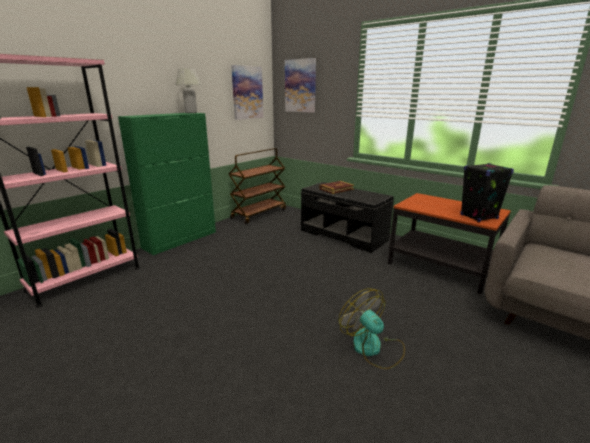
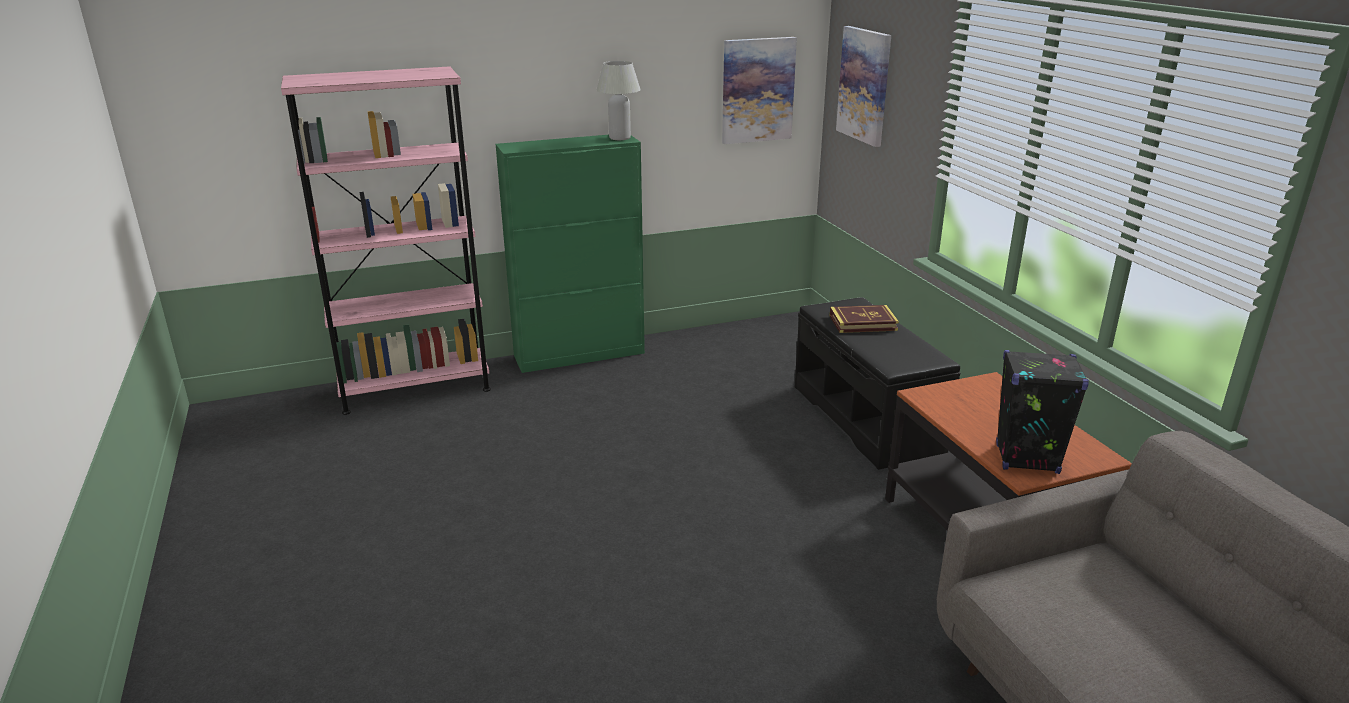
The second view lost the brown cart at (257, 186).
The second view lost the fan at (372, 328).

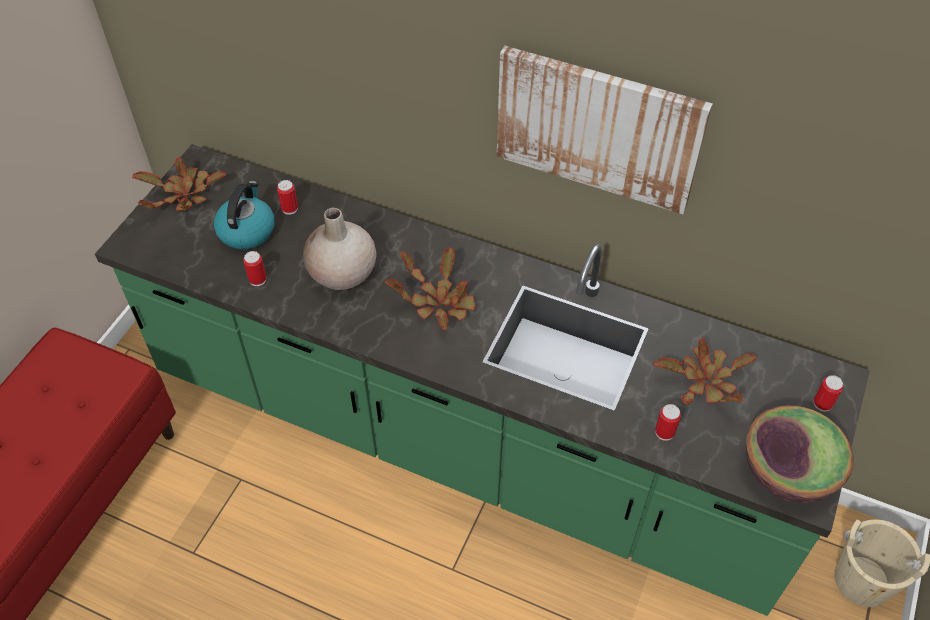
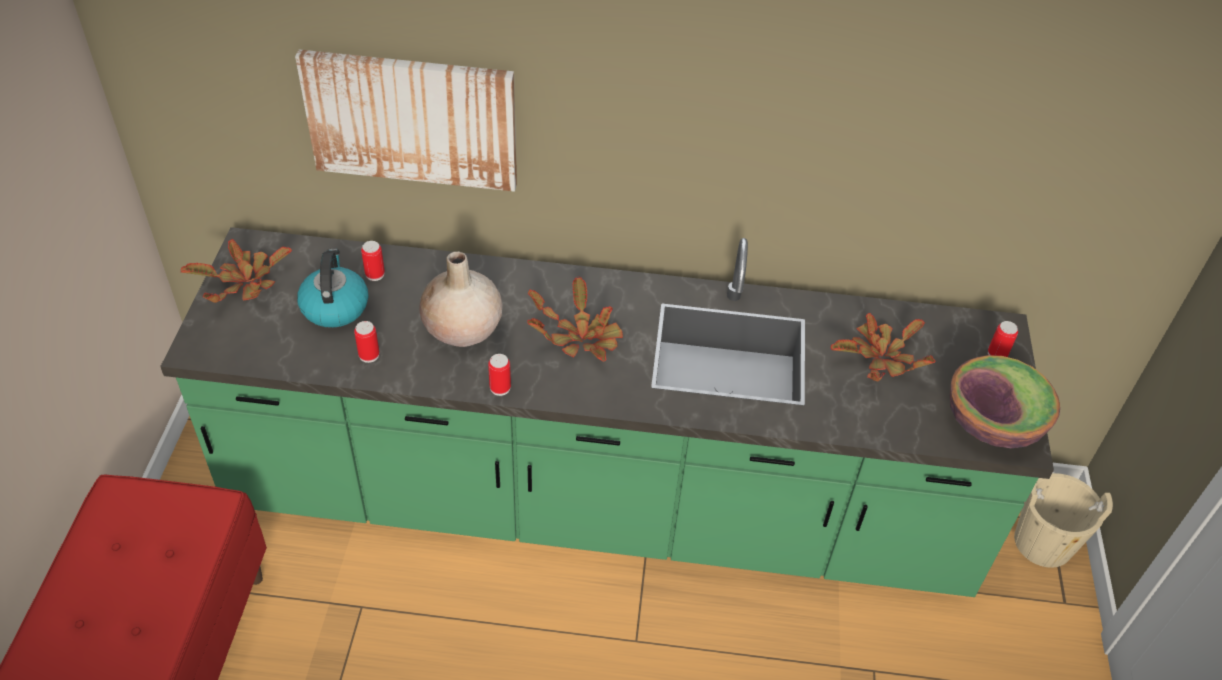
The picture ended up elsewhere, having gone from (605, 130) to (406, 121).
The can ended up elsewhere, having gone from (668, 422) to (499, 375).

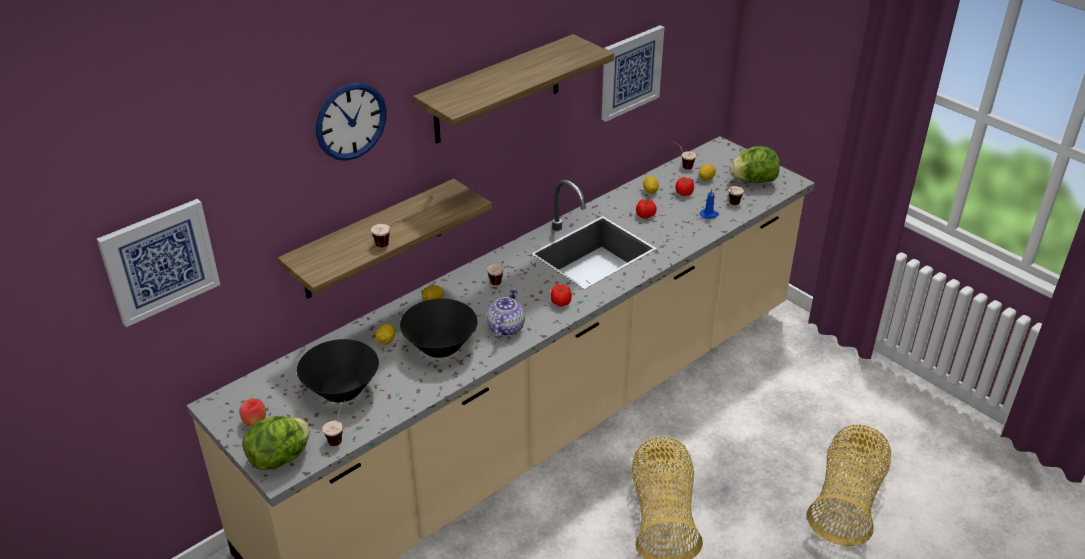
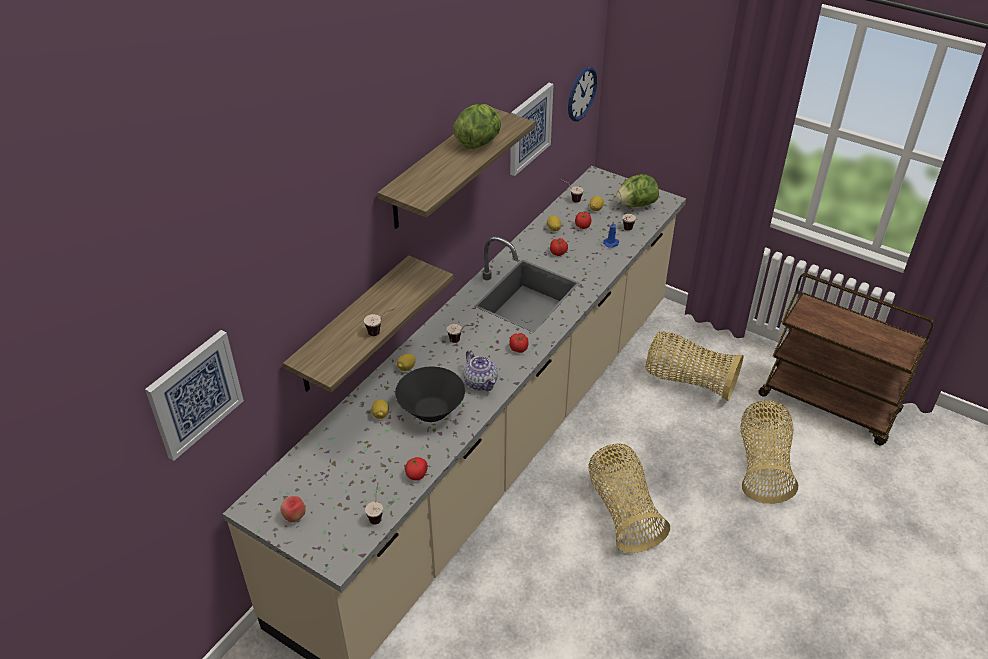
The wall clock ended up elsewhere, having gone from (351, 121) to (582, 94).
The teapot at (506, 313) ended up facing another way, 150 degrees clockwise from before.
The second view lost the black bowl at (338, 371).
The lettuce ended up elsewhere, having gone from (276, 442) to (477, 126).
The second view gained the brown cart at (846, 359).
The second view gained the basket at (694, 366).
The second view gained the tomato at (416, 469).

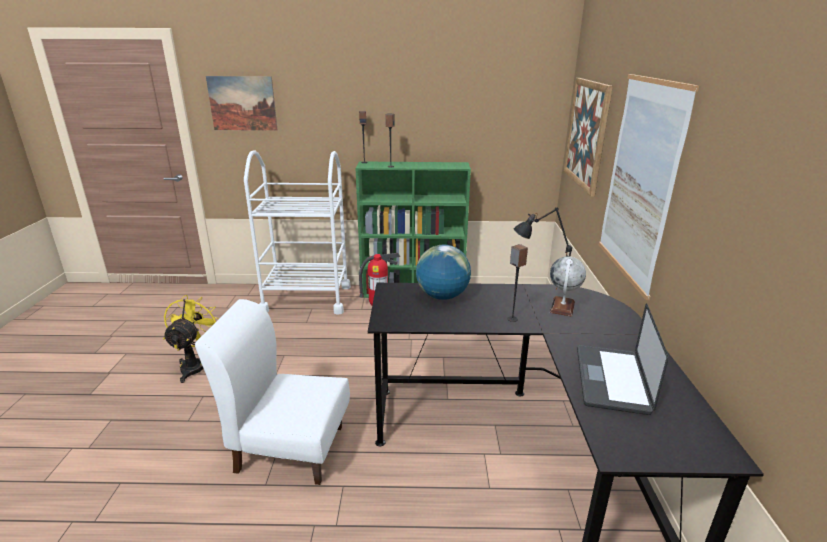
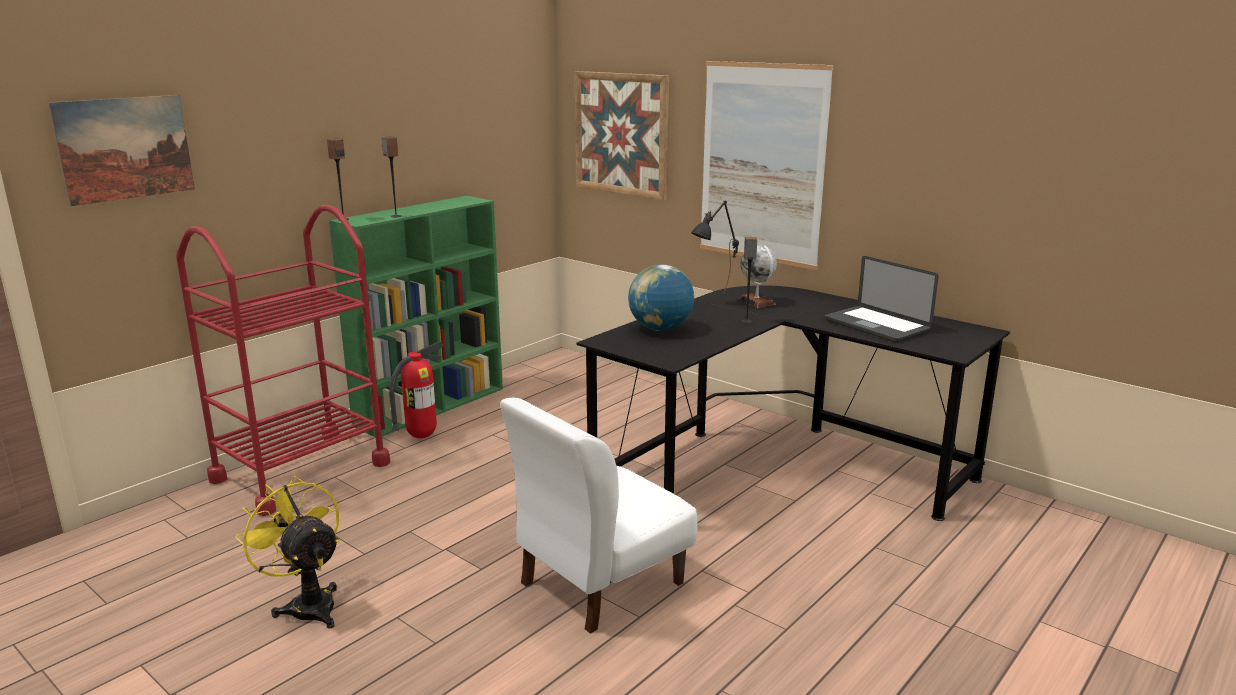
What was the white cart at (297, 232) turned into the red cart at (283, 360).

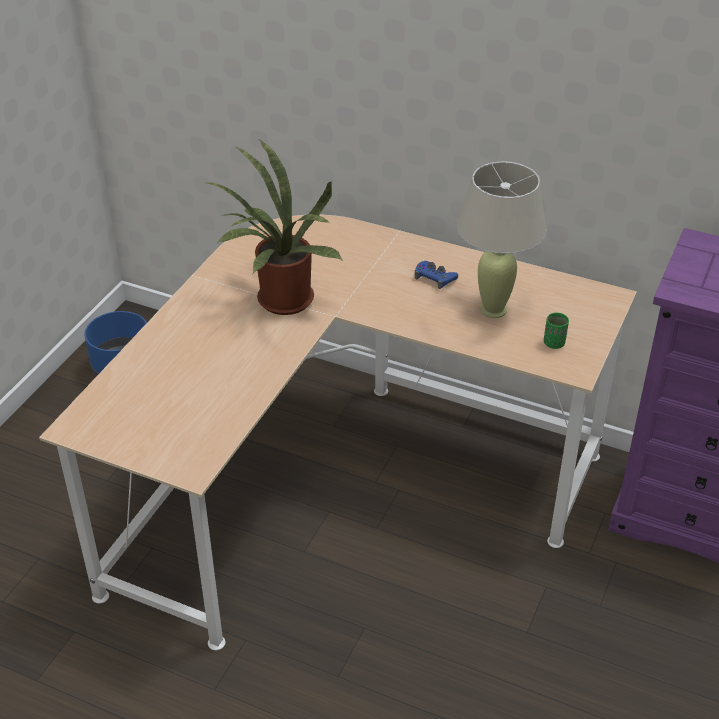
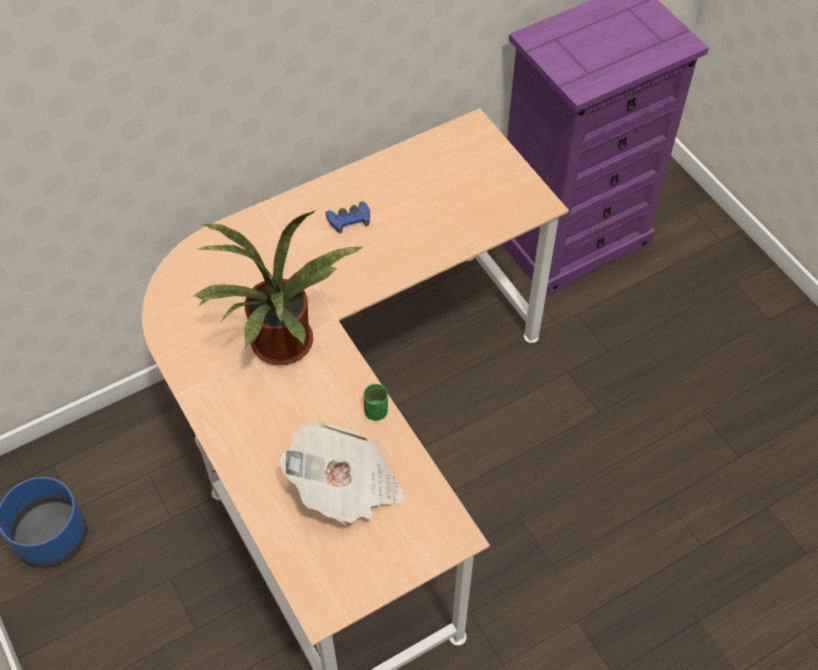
The second view lost the beige table lamp at (501, 239).
The green cup ended up elsewhere, having gone from (556, 331) to (375, 402).
The second view gained the newspaper at (341, 472).

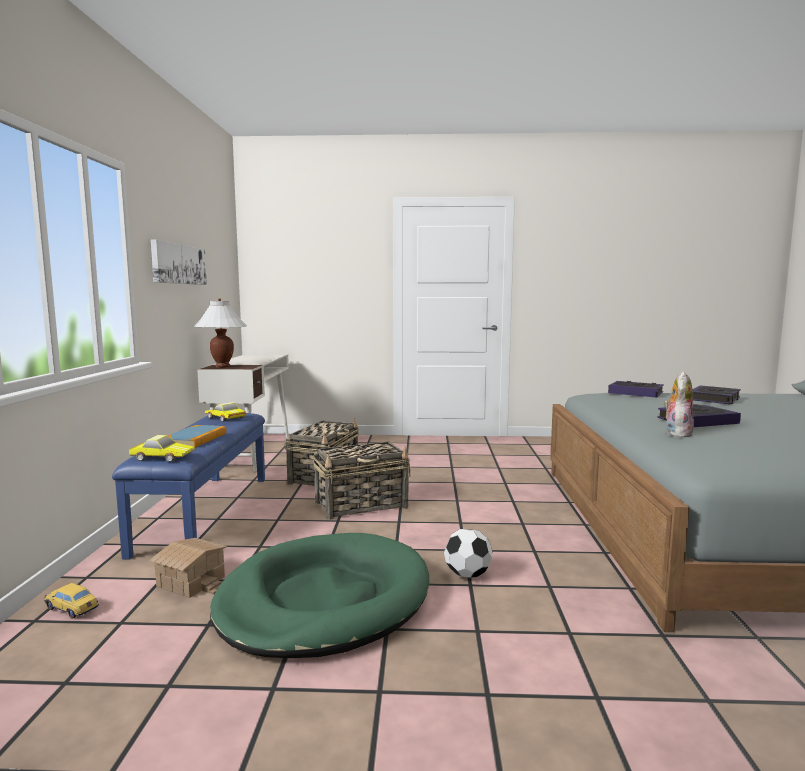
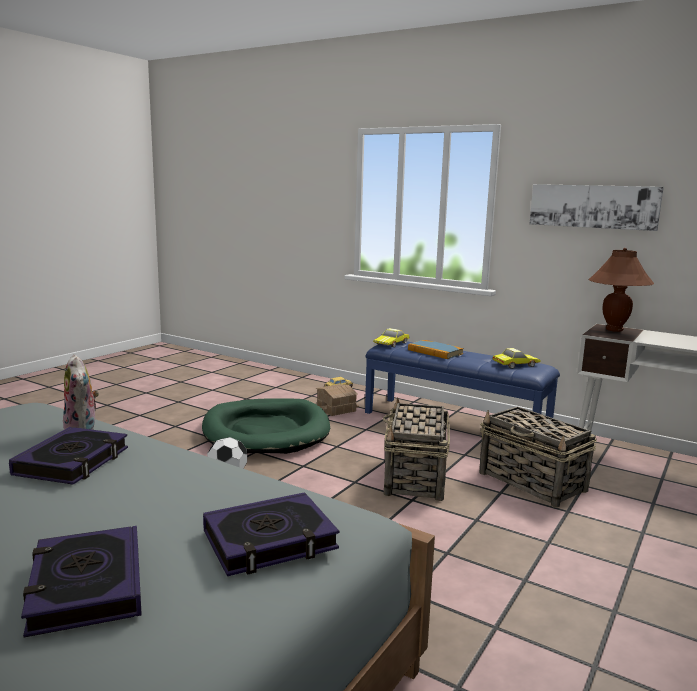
What was the white table lamp at (220, 333) turned into the brown table lamp at (621, 290).

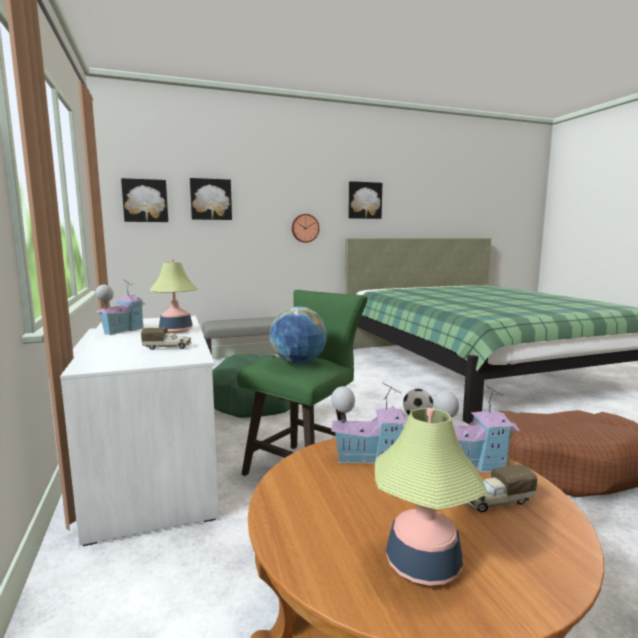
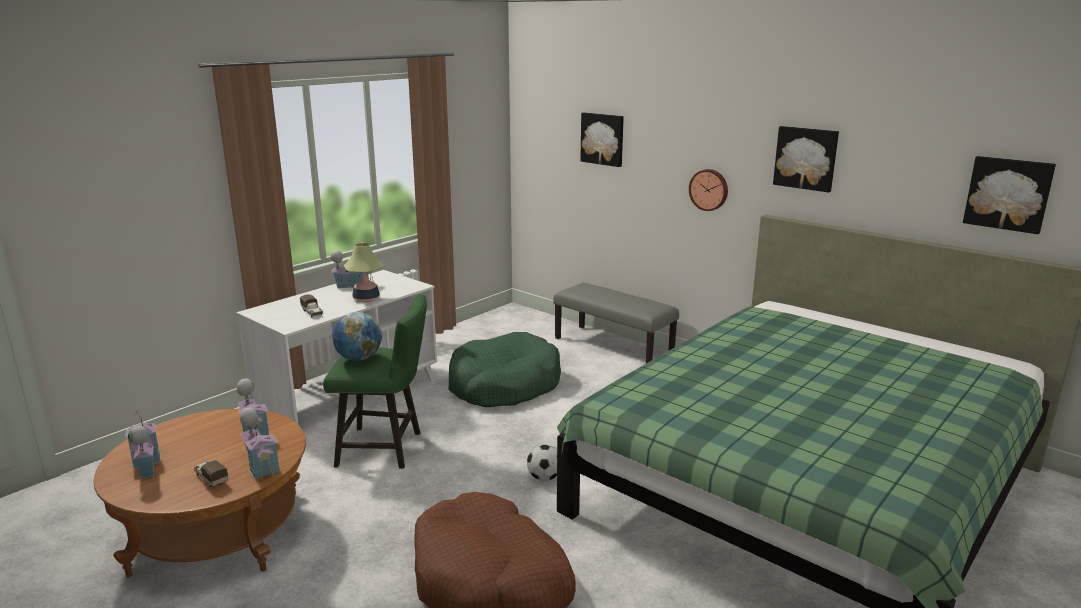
The picture ended up elsewhere, having gone from (144, 200) to (1009, 195).
Where the table lamp stood at (431, 497), the toy house came to stand at (143, 444).

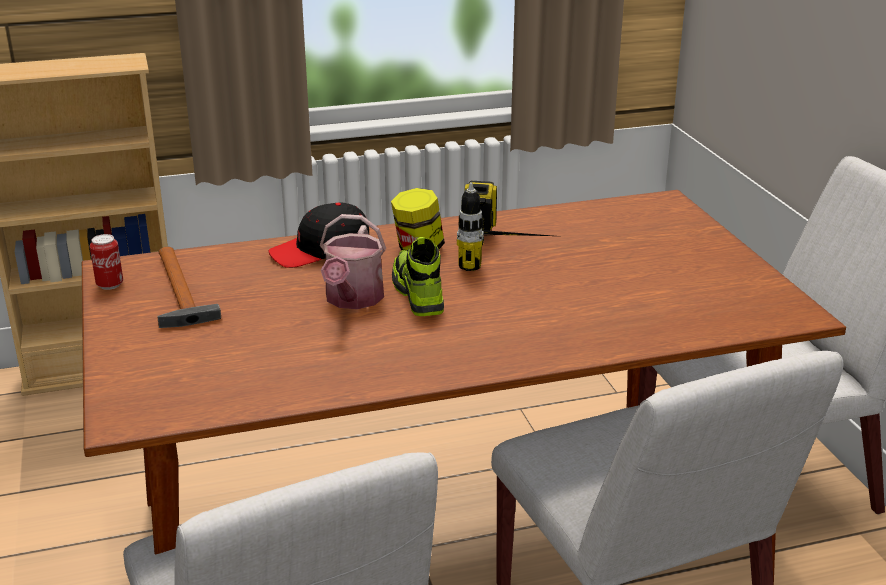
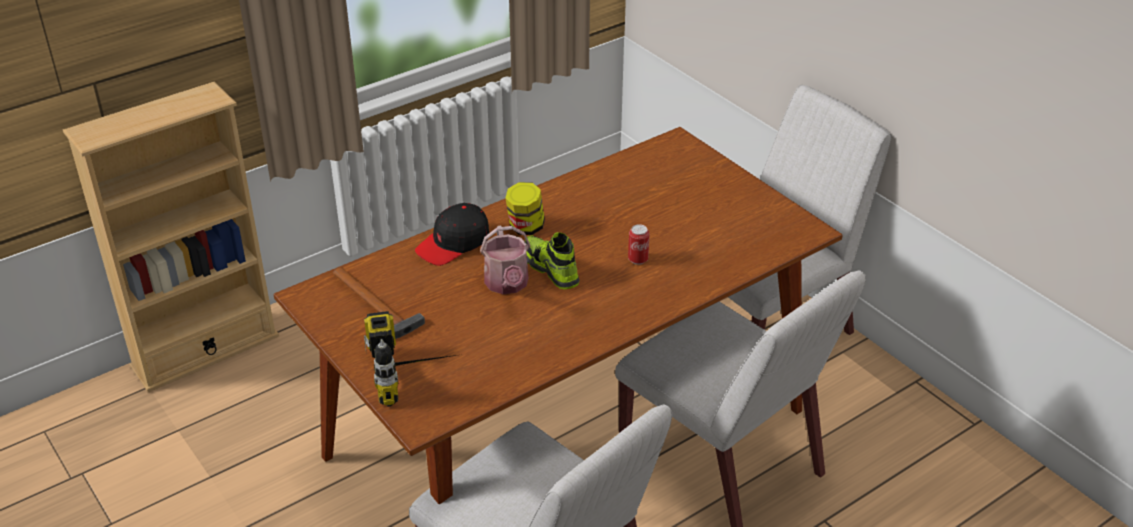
The power drill ended up elsewhere, having gone from (504, 226) to (410, 359).
The can ended up elsewhere, having gone from (106, 262) to (639, 244).

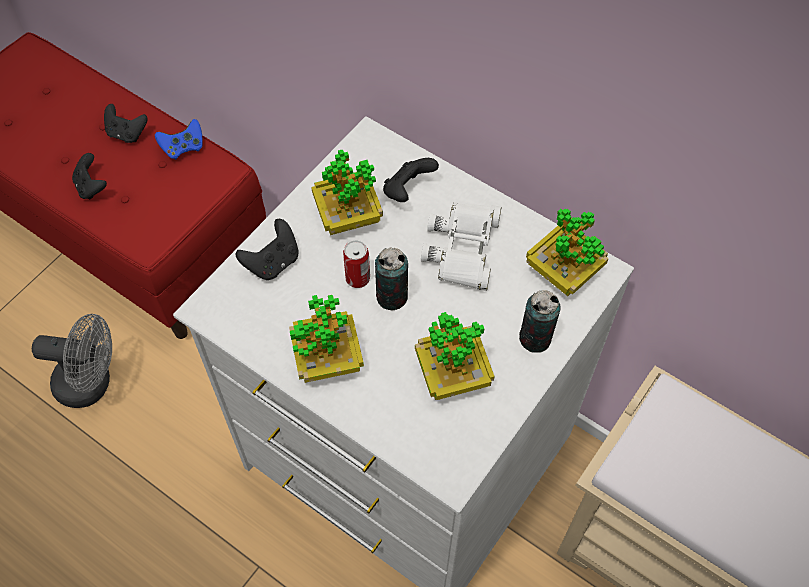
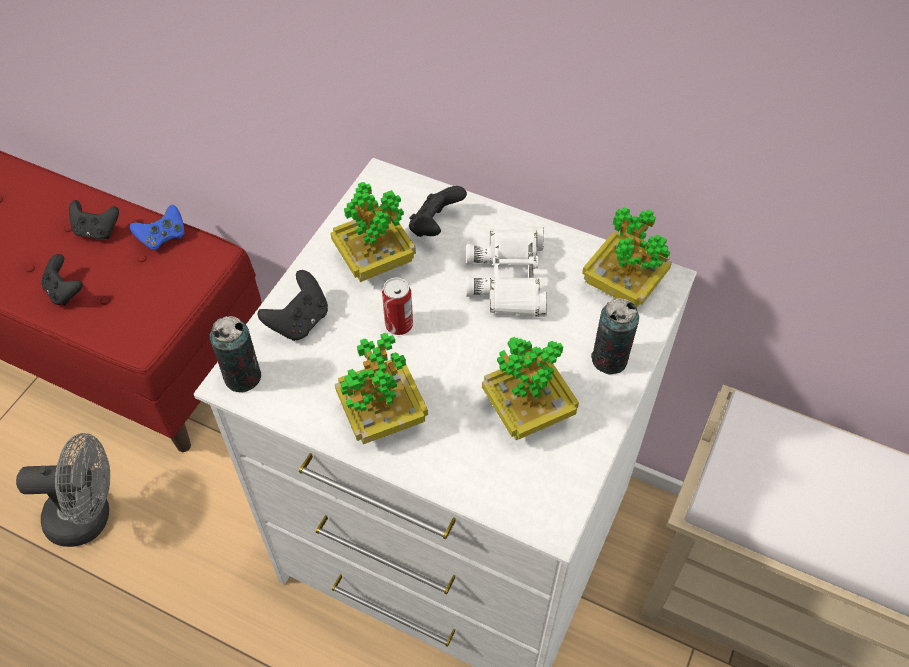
The can ended up elsewhere, having gone from (391, 279) to (235, 354).

